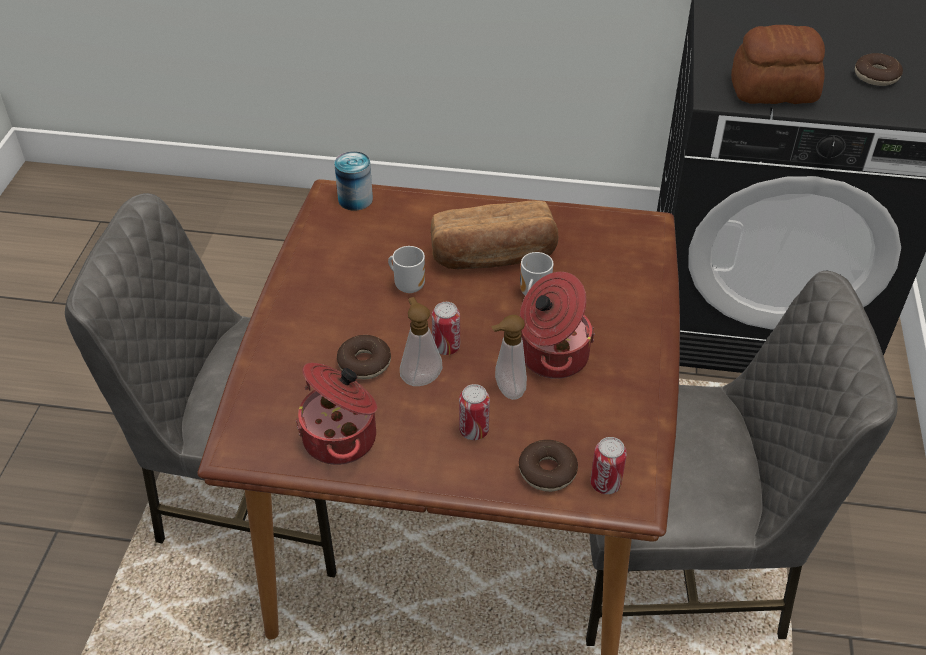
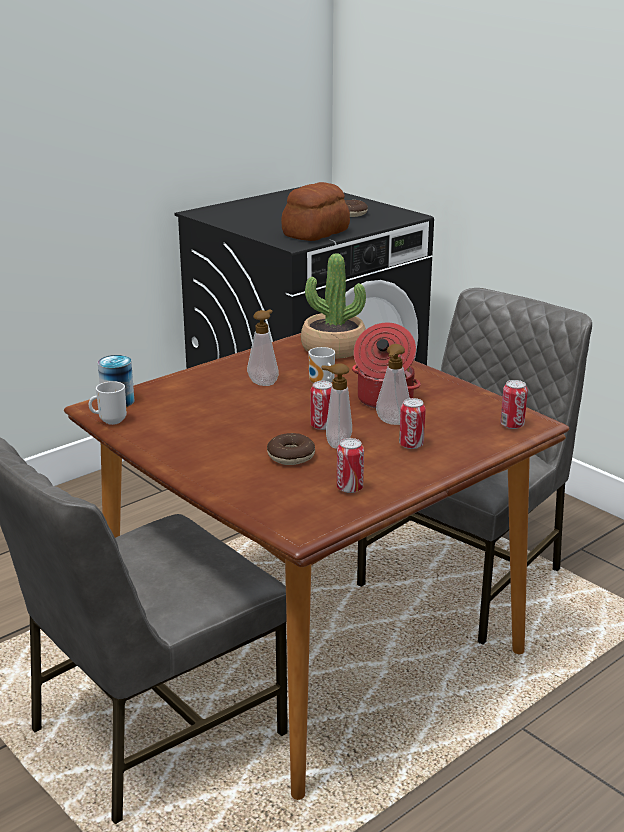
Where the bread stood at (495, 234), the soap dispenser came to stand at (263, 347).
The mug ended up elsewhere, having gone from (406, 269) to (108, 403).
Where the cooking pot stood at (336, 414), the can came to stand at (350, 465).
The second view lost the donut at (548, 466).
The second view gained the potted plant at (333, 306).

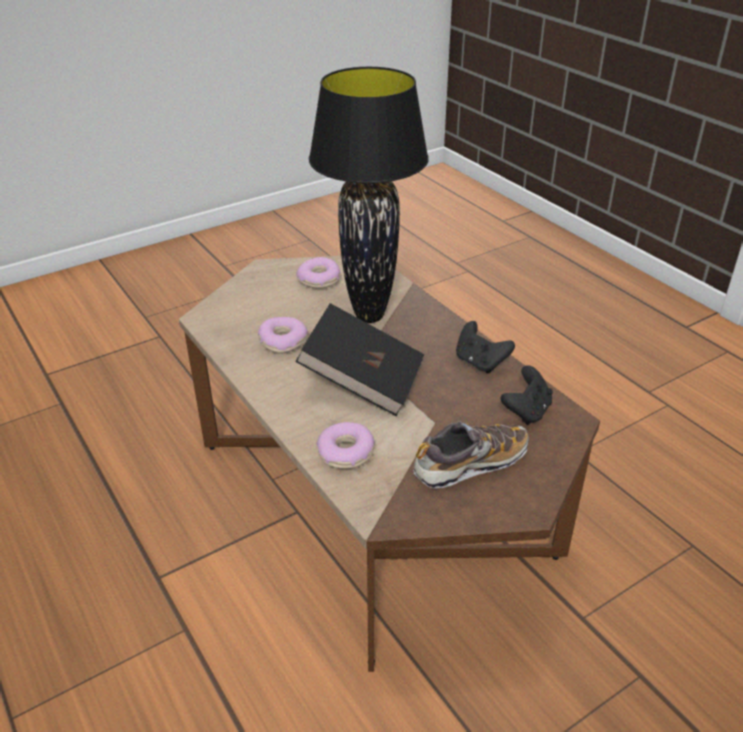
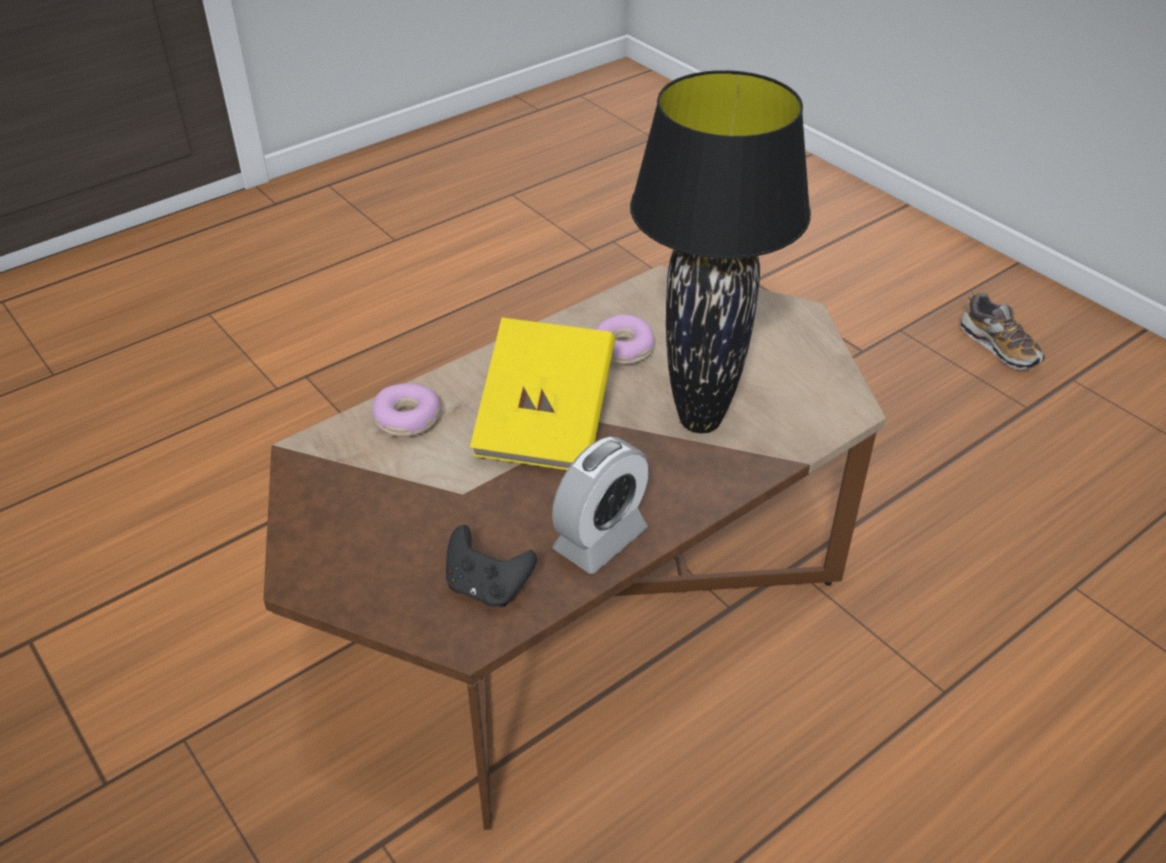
The second view lost the donut at (318, 273).
What was the black book at (359, 359) turned into the yellow book at (542, 394).
Where the black game controller stood at (485, 347), the alarm clock came to stand at (600, 505).
The shoe ended up elsewhere, having gone from (471, 454) to (1003, 331).

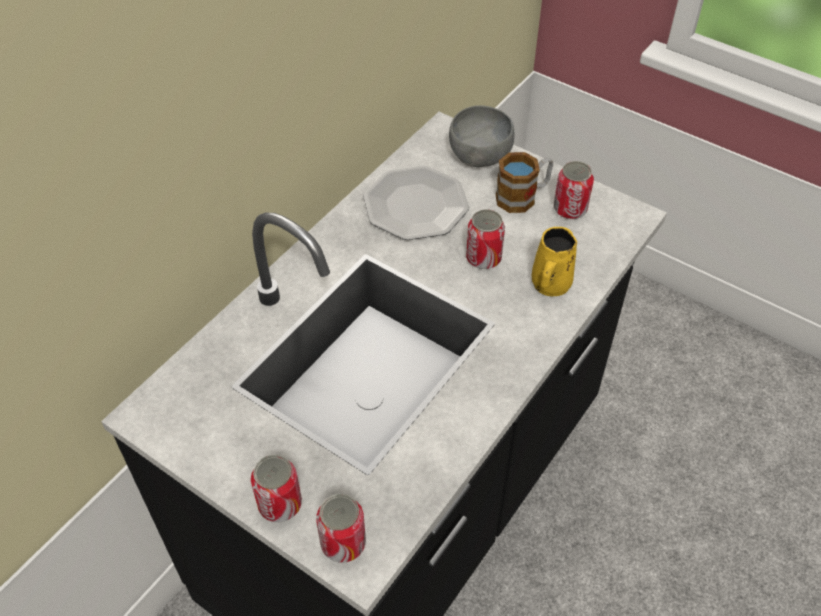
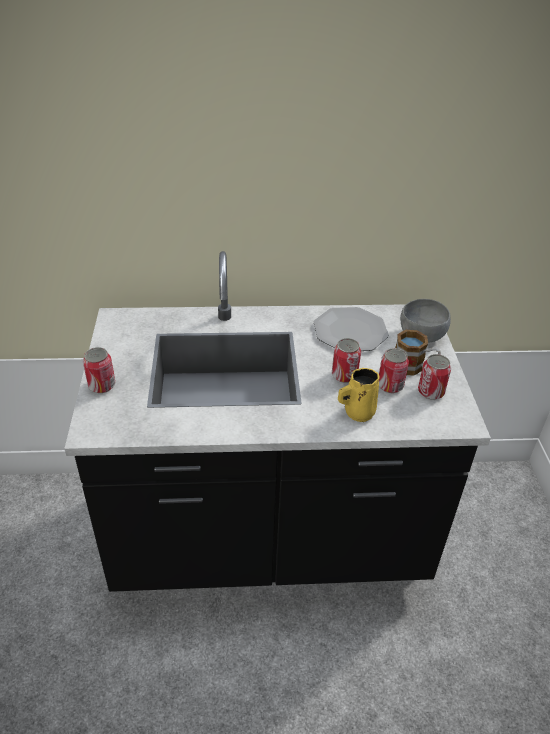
The can ended up elsewhere, having gone from (341, 528) to (394, 370).

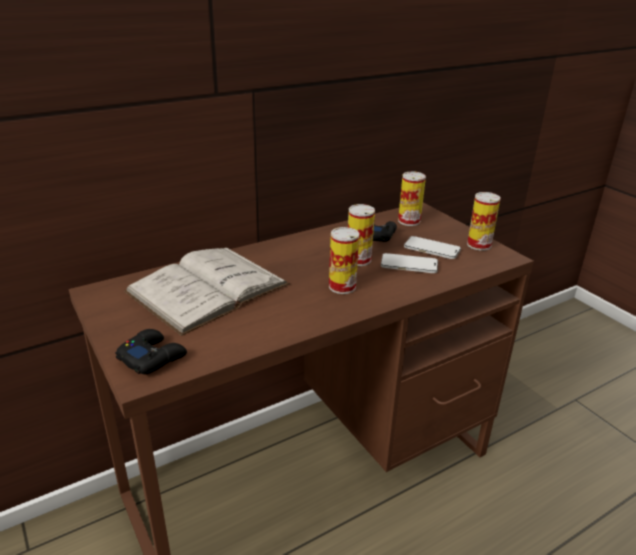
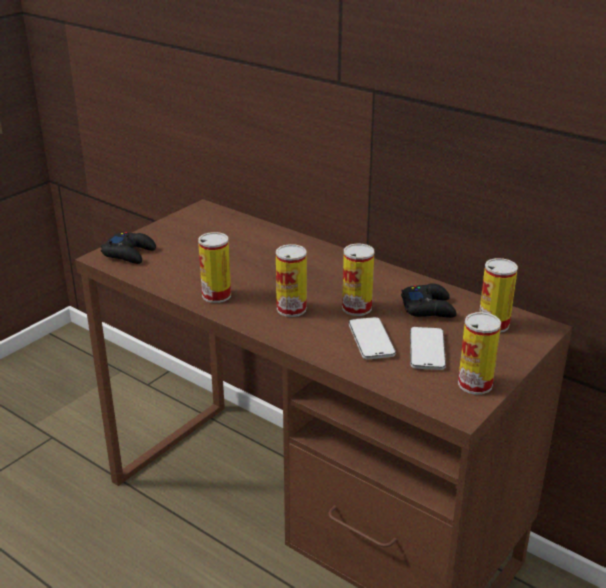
The second view lost the white book at (207, 292).
The second view gained the can at (214, 267).

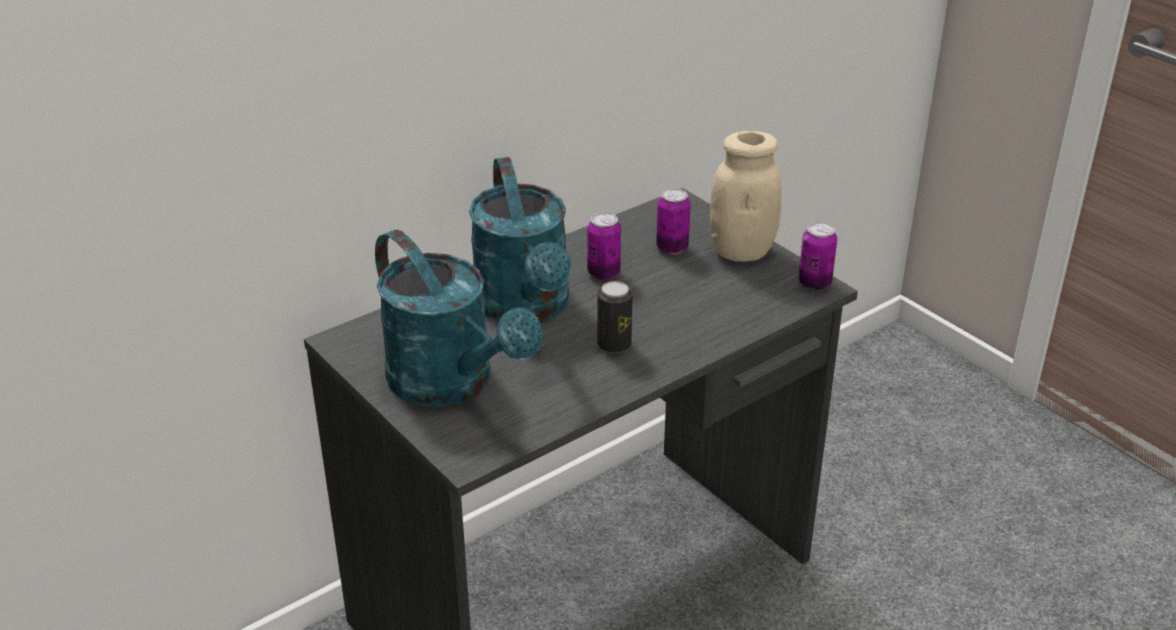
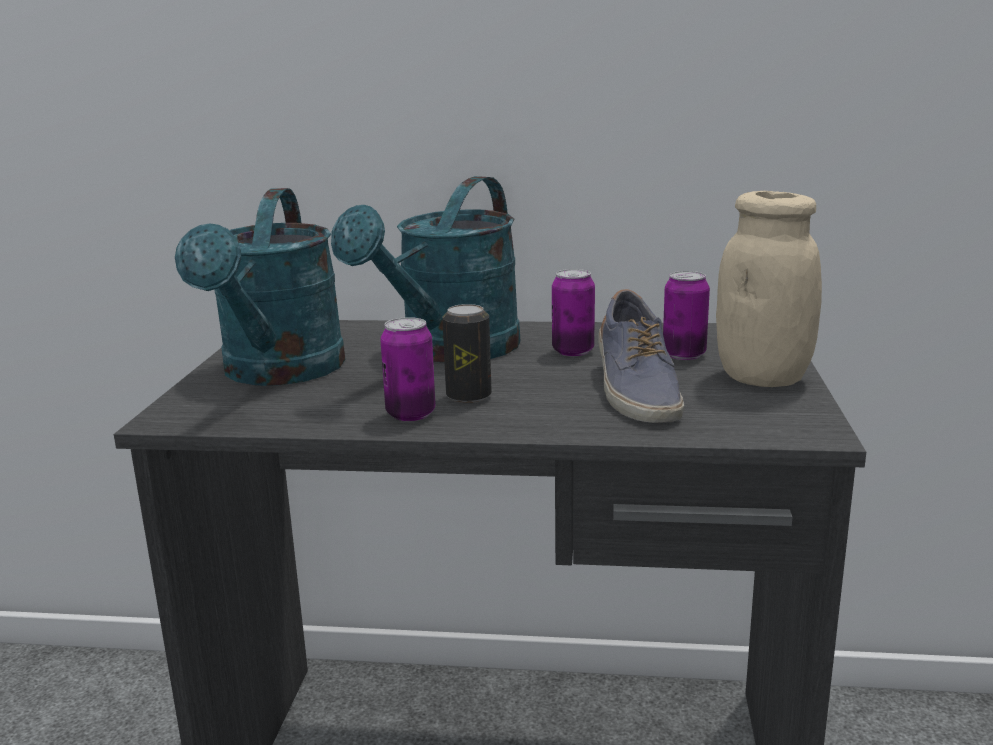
The can ended up elsewhere, having gone from (817, 256) to (408, 369).
The second view gained the shoe at (641, 356).

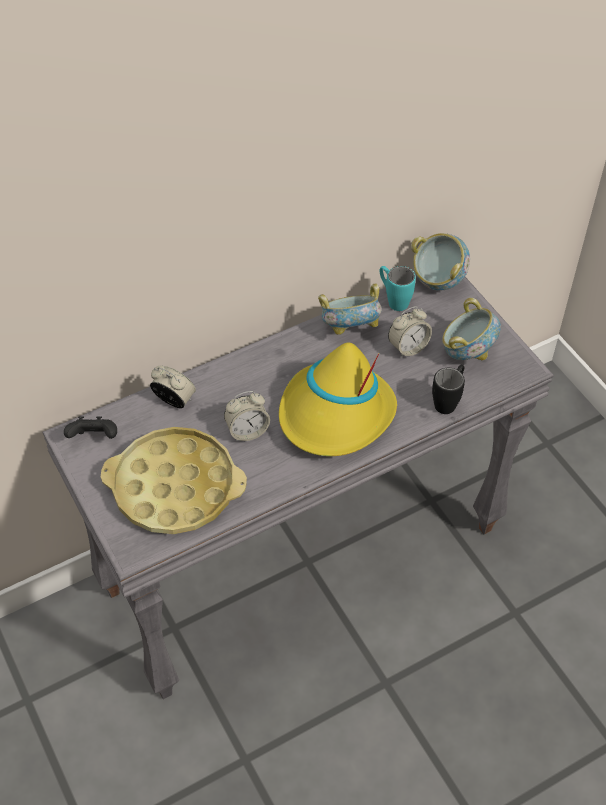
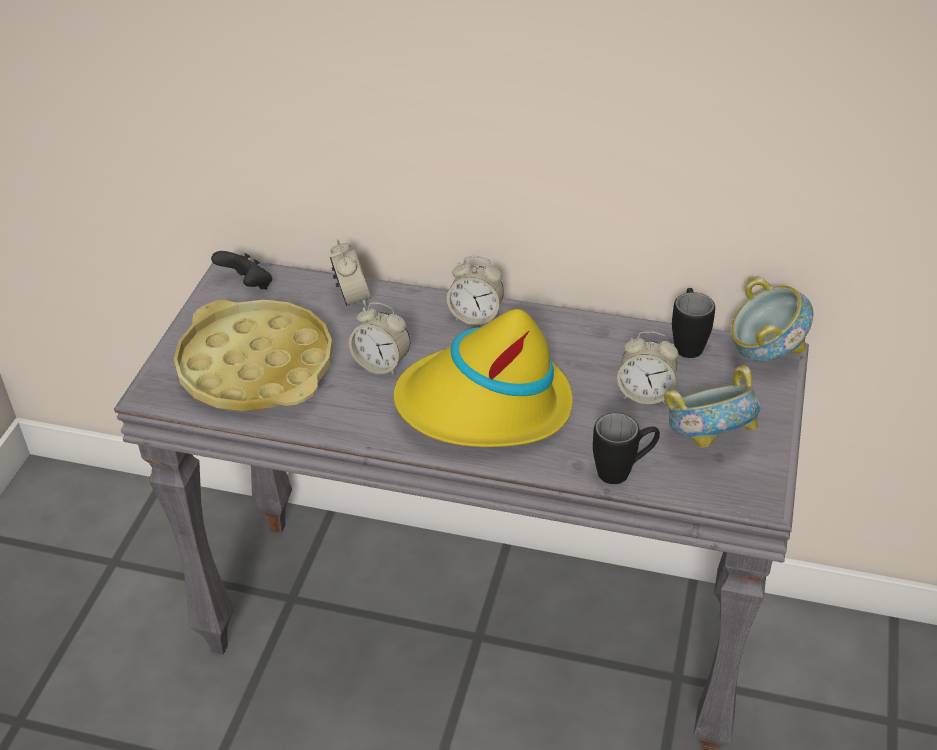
What was the turquoise mug at (398, 288) turned into the black mug at (693, 323).
The second view lost the bowl at (350, 309).
The second view gained the alarm clock at (475, 290).

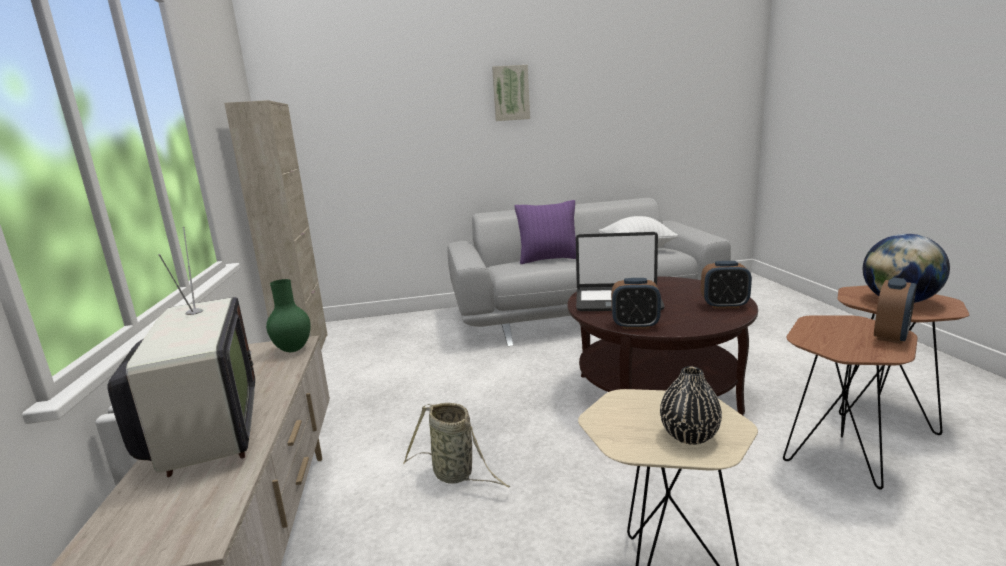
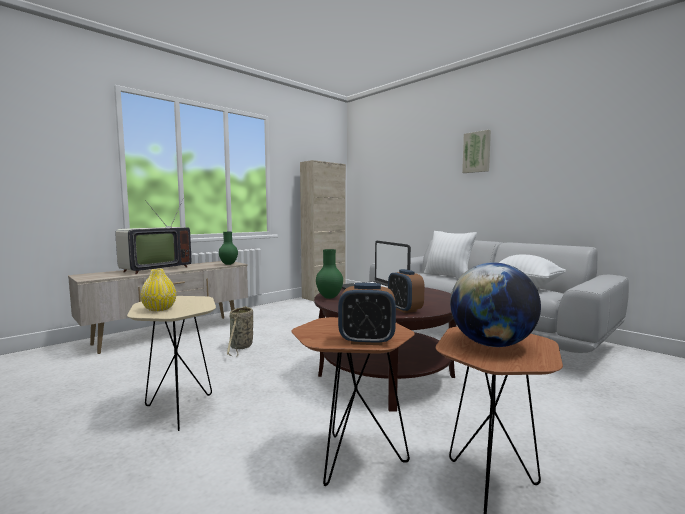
What was the purple pillow at (545, 232) turned into the white pillow at (450, 254).
Where the alarm clock stood at (636, 303), the green vase came to stand at (329, 274).
What was the black vase at (691, 405) turned into the yellow vase at (158, 290).

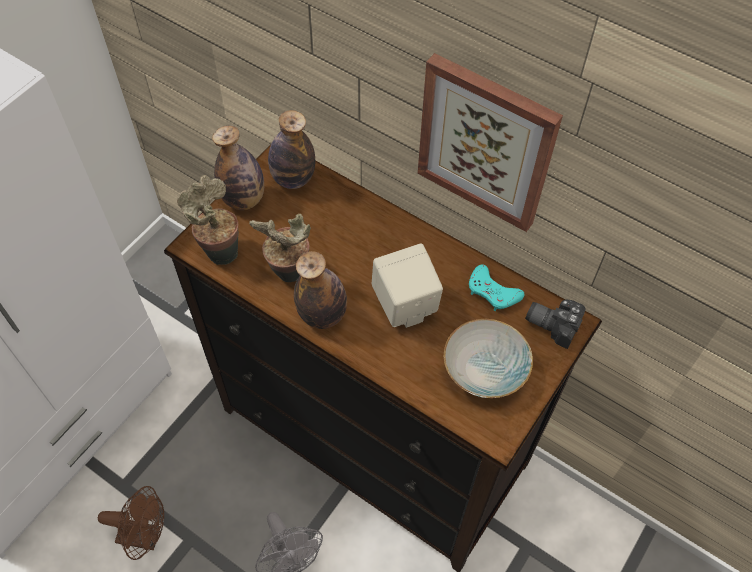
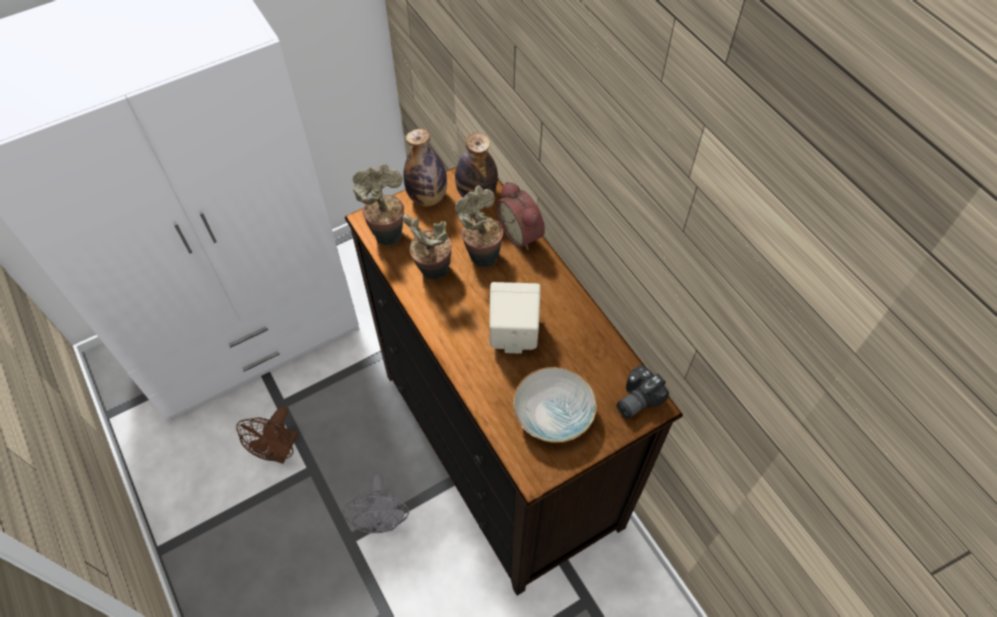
The second view lost the picture at (490, 142).
The second view lost the bottle at (320, 290).
The second view lost the turquoise game controller at (496, 287).
The photo camera at (555, 324) ended up facing another way, 90 degrees counterclockwise from before.
The brown fan at (131, 523) ended up facing another way, 75 degrees clockwise from before.
The second view gained the alarm clock at (520, 216).
The second view gained the potted plant at (479, 226).

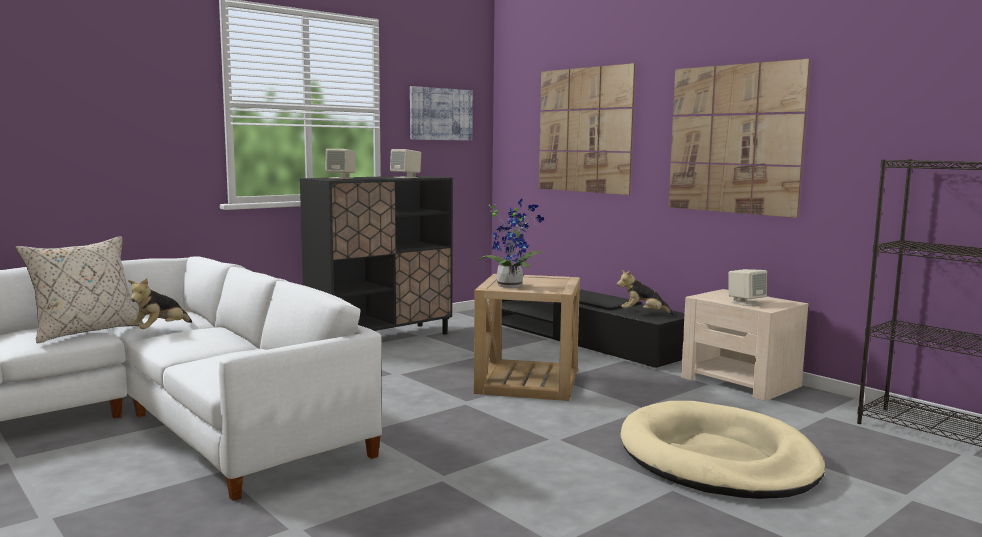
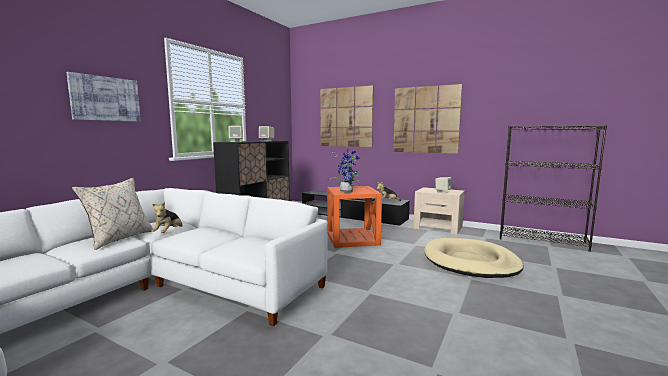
The picture ended up elsewhere, having gone from (441, 113) to (103, 97).
What was the beige side table at (526, 337) turned into the orange side table at (354, 217).

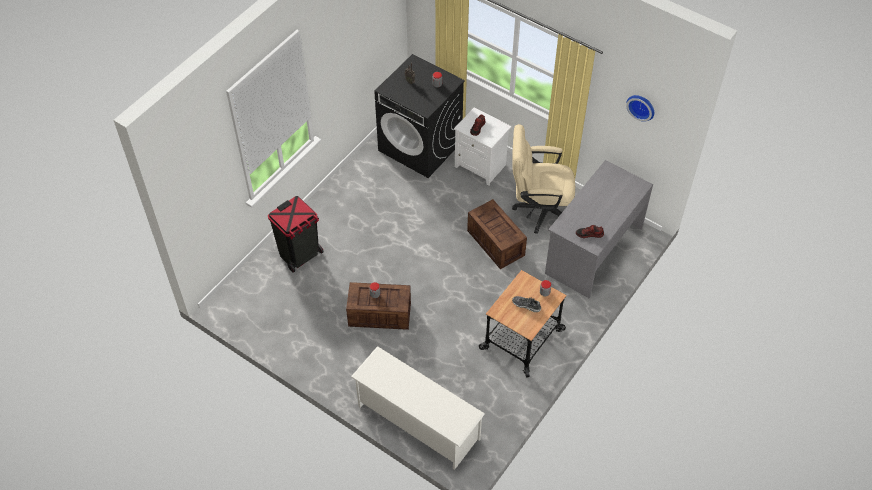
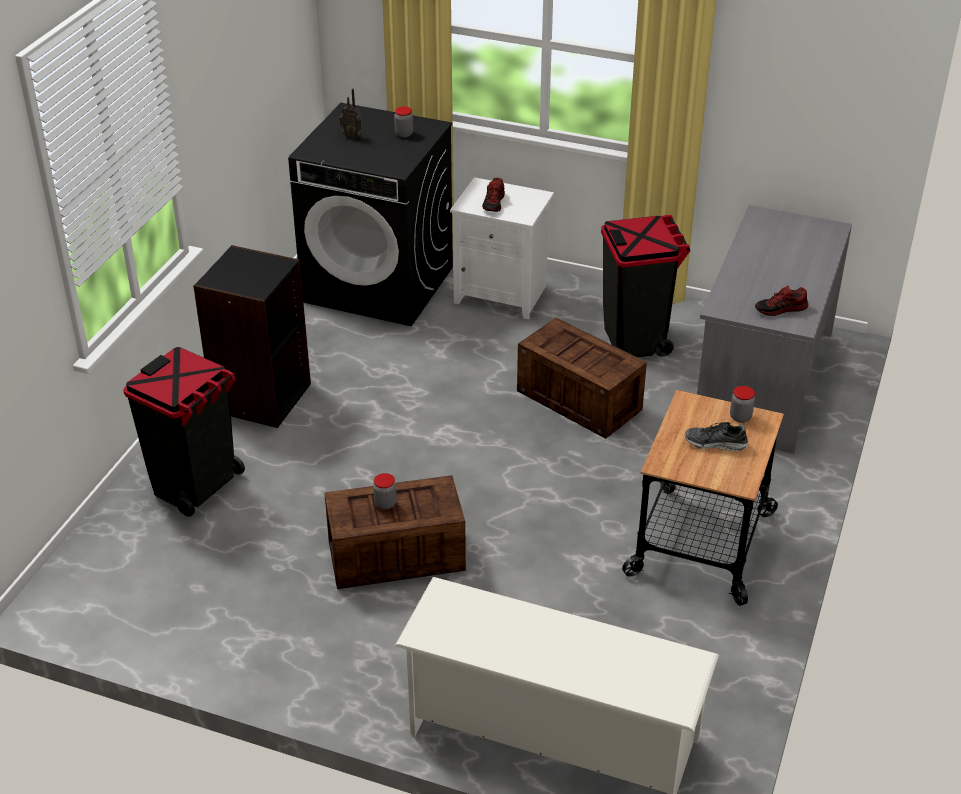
The second view lost the wall clock at (640, 108).
Where the beige office chair stood at (543, 179), the black trash can came to stand at (646, 286).
The second view gained the black bookcase at (252, 336).

